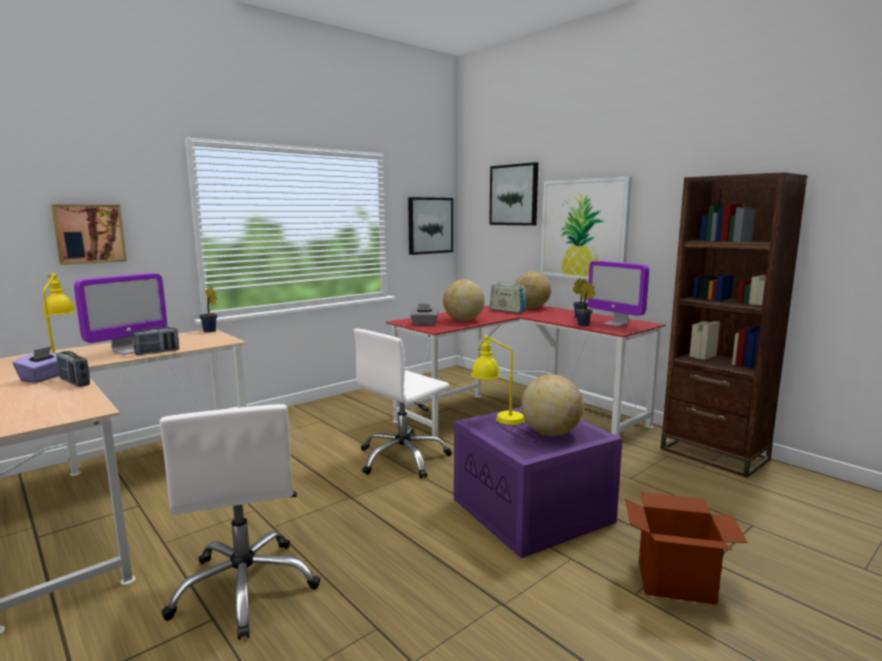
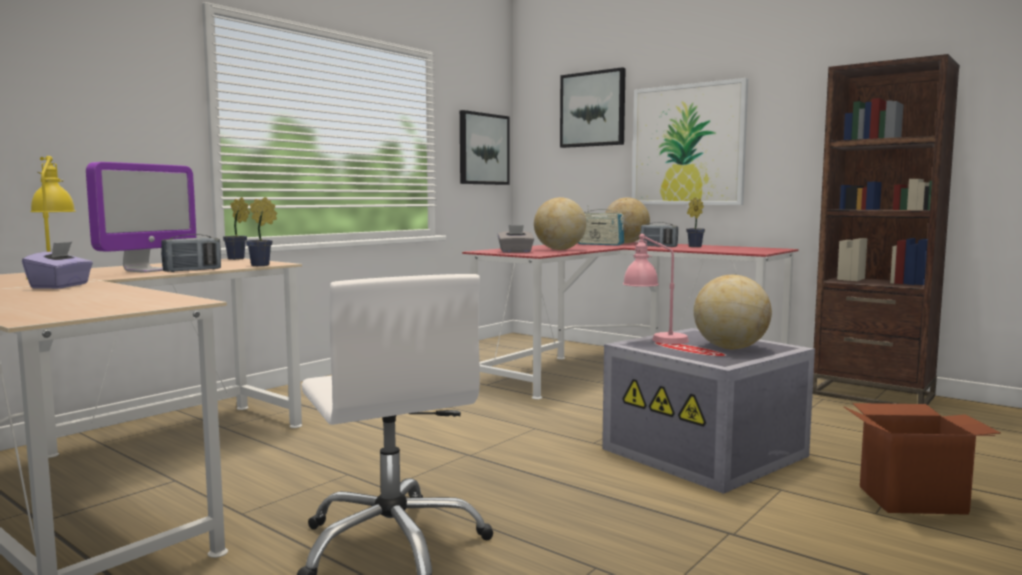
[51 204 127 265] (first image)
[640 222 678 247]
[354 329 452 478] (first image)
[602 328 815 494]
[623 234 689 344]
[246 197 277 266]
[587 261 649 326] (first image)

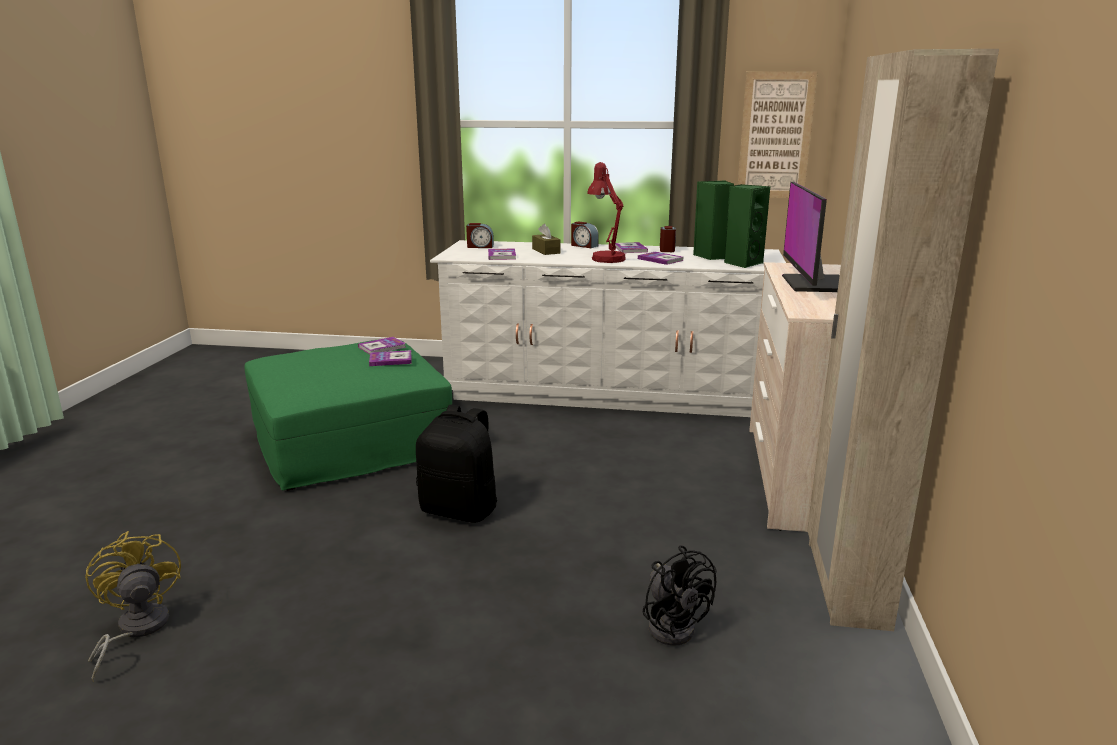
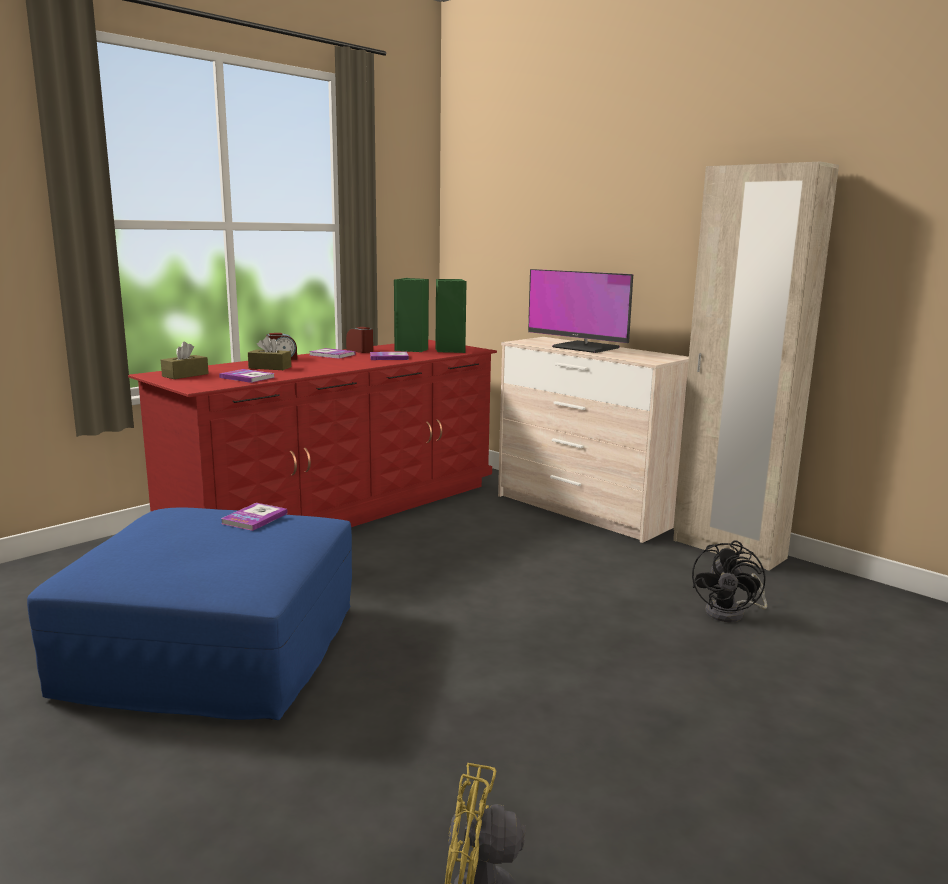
[27 507 352 720]
[358 337 406 354] (first image)
[416 405 497 523] (first image)
[128 340 497 527]
[161 342 209 379]
[587 162 626 263] (first image)
[692 541 767 622]
[738 72 817 198] (first image)

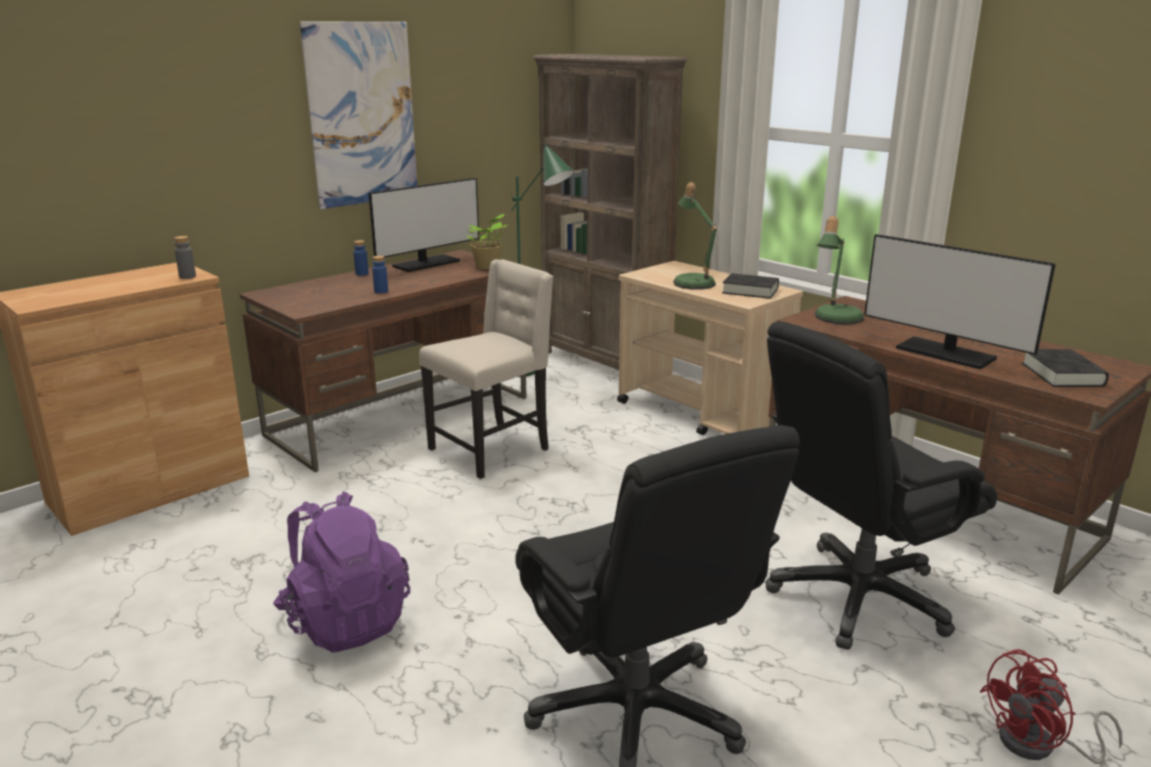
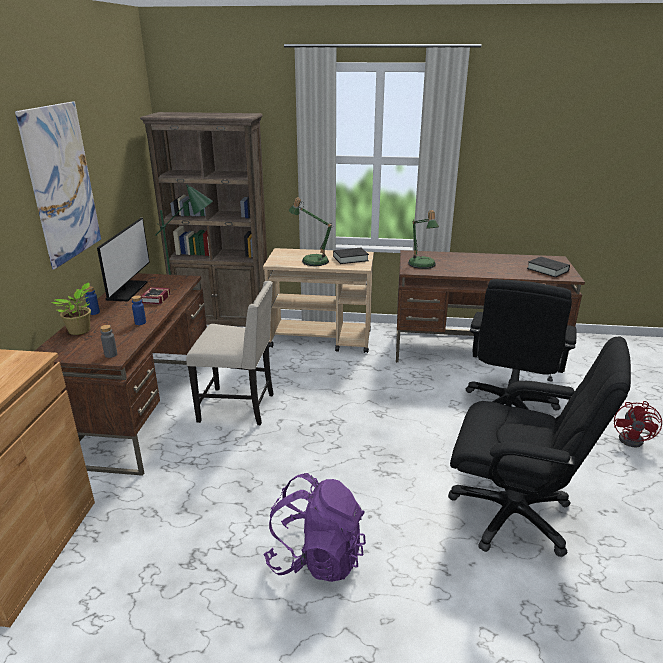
[100 325 117 358]
[186 281 273 425]
[50 282 91 335]
[864 234 1056 370] (first image)
[141 287 170 305]

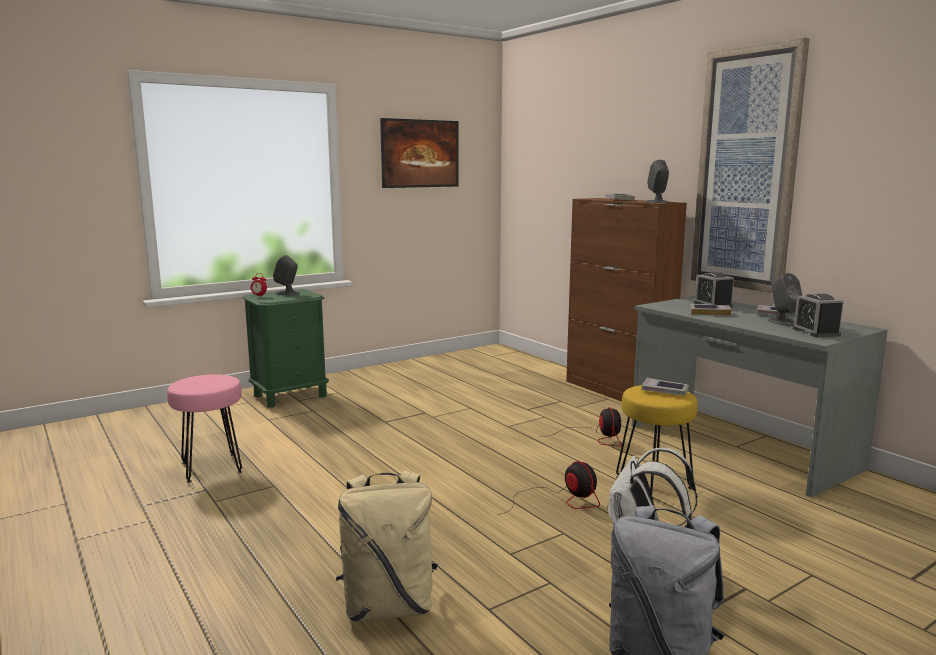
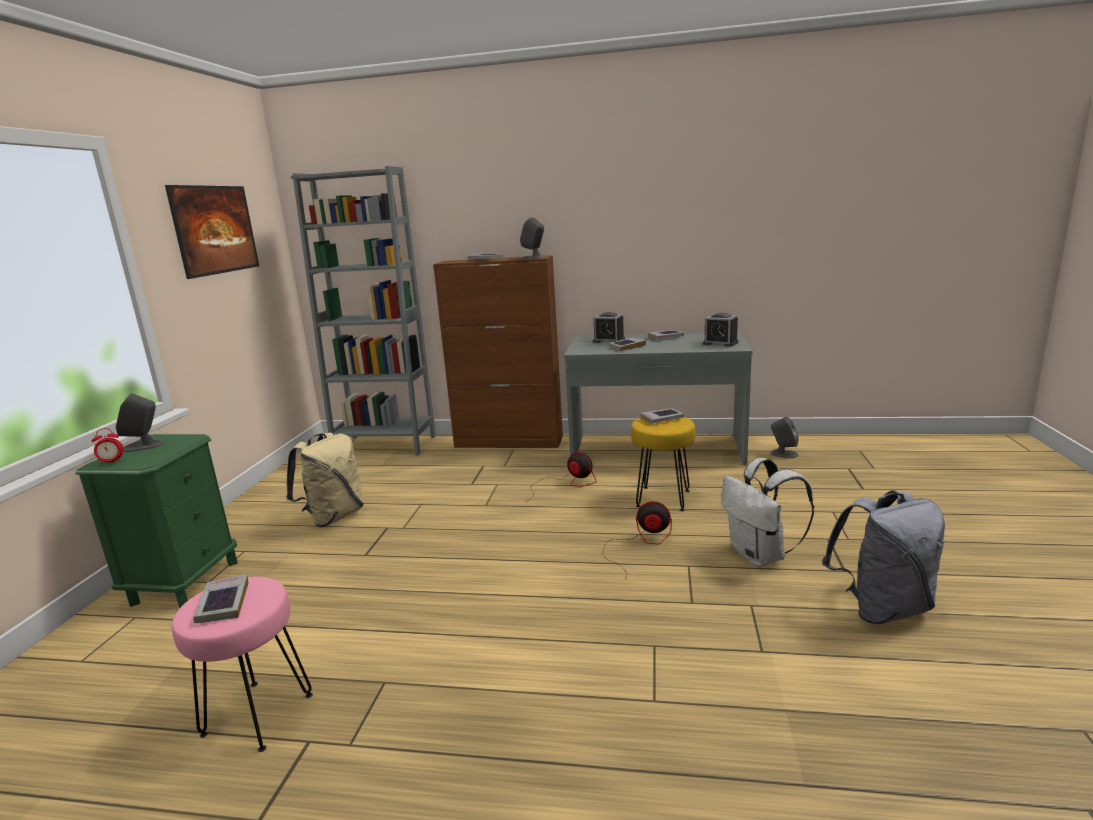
[286 433 364 528]
[691 38 810 293] (first image)
[770 417 798 458]
[193 574 248 623]
[291 166 436 456]

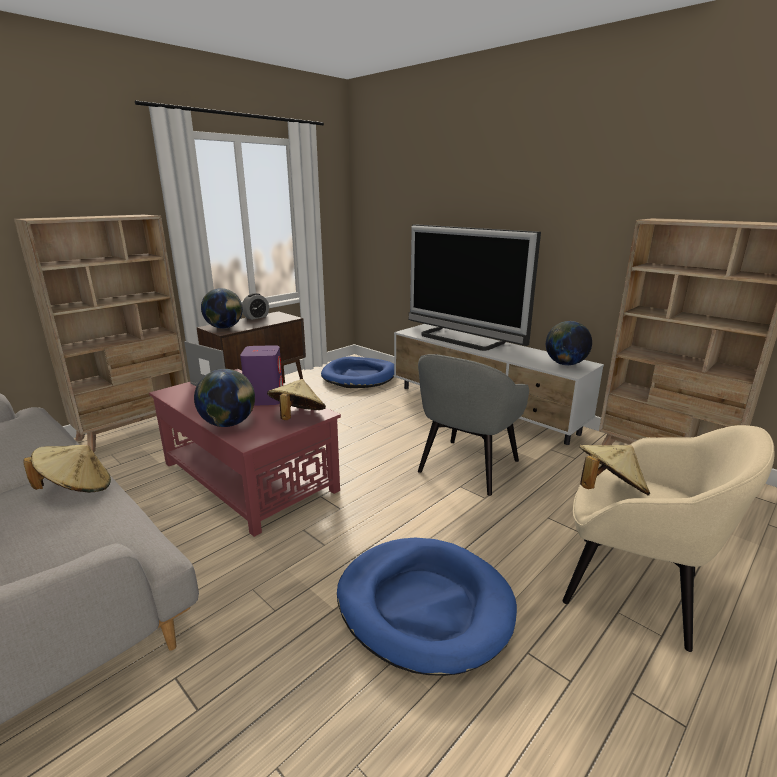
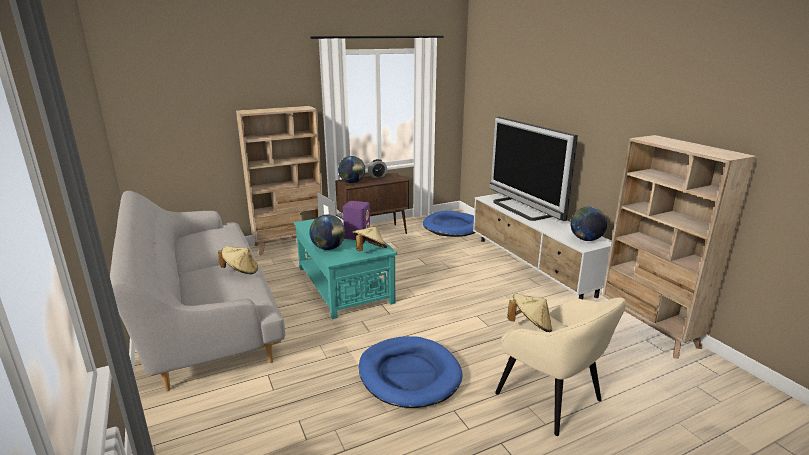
[294 219 397 319]
[418 354 529 496] (first image)

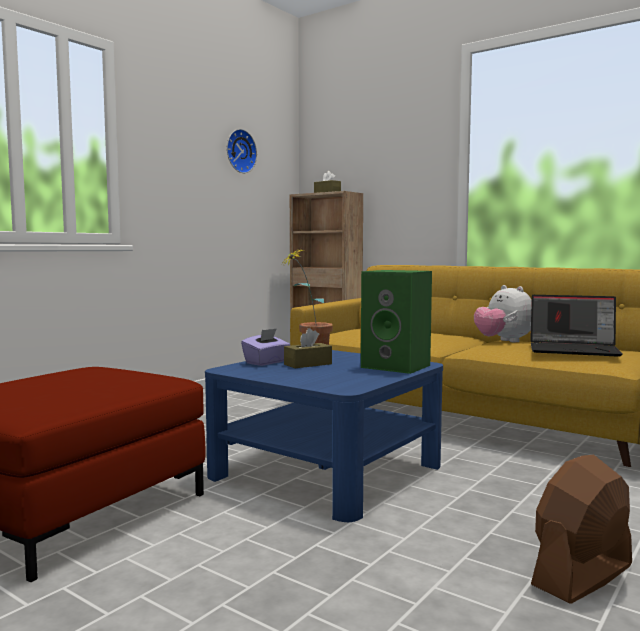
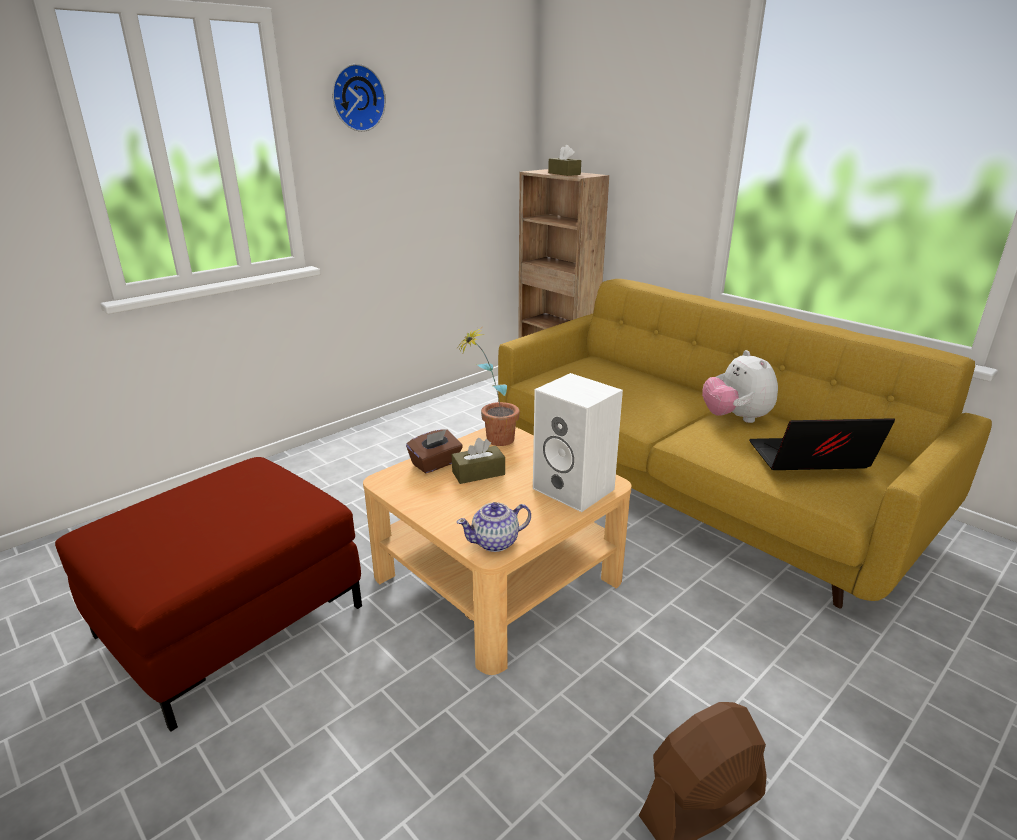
[363 427 632 675]
[332 64 386 132]
[406 429 463 474]
[533 373 623 512]
[749 418 895 470]
[457 502 531 552]

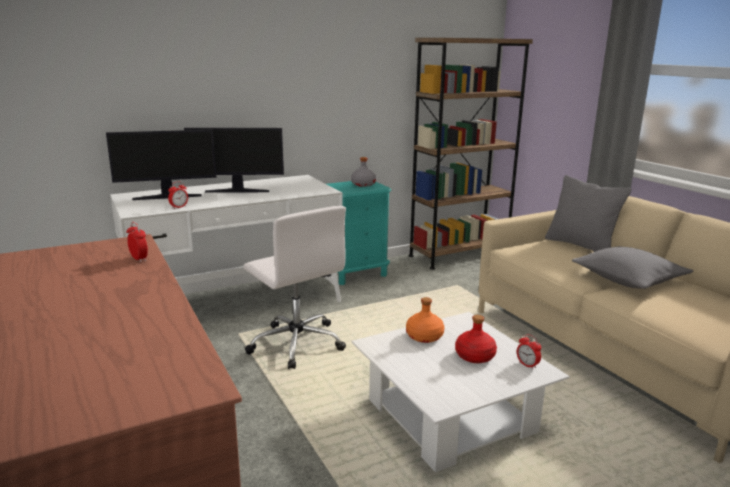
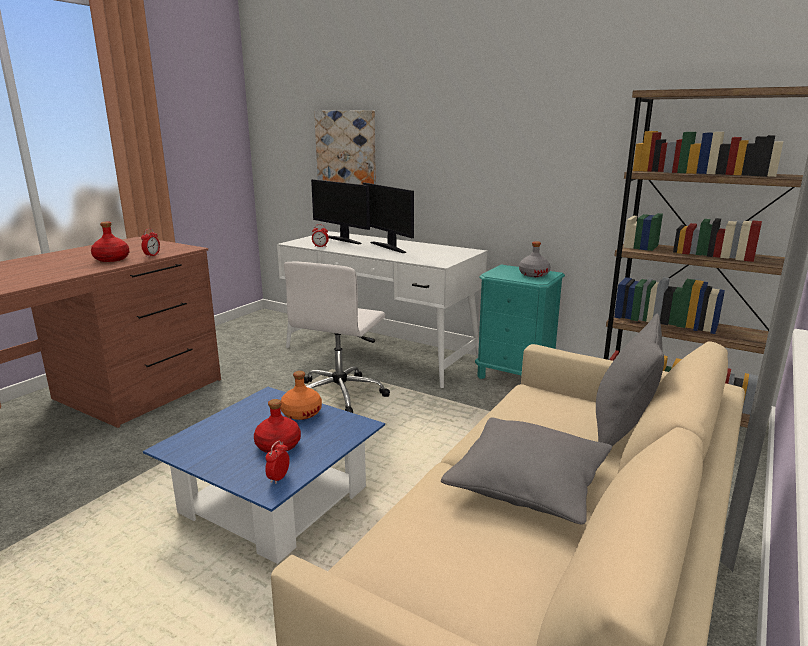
[143 387 385 564]
[91 222 129 262]
[314 110 376 185]

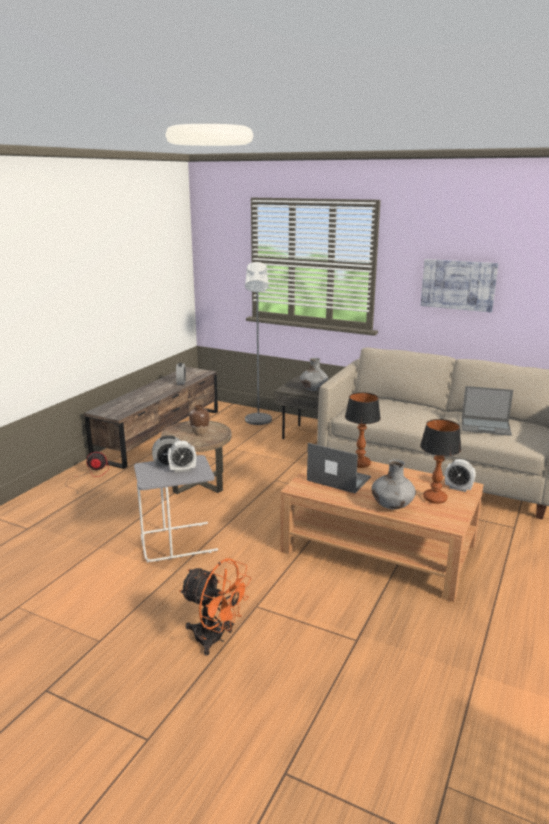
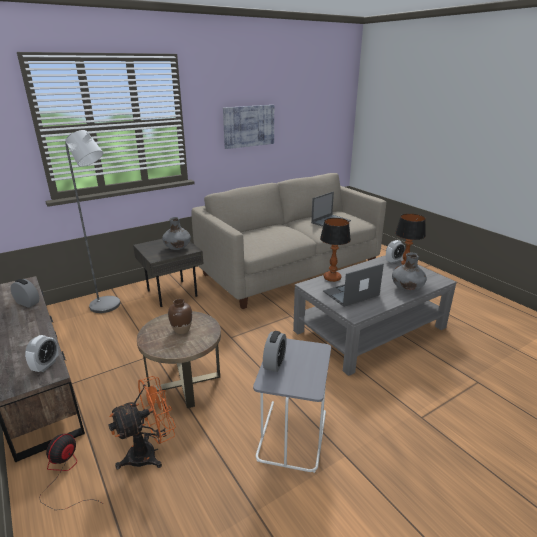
[25 335 59 372]
[108 376 176 469]
[293 255 457 376]

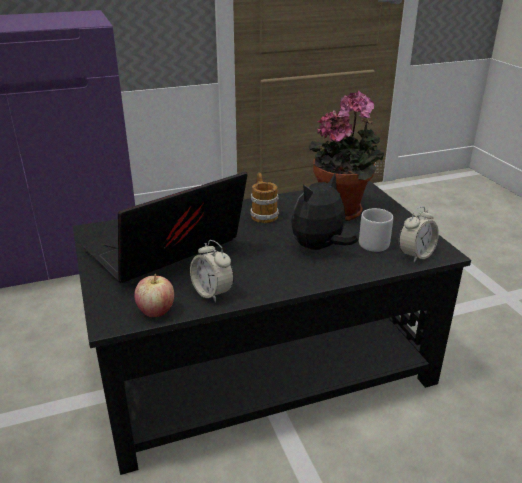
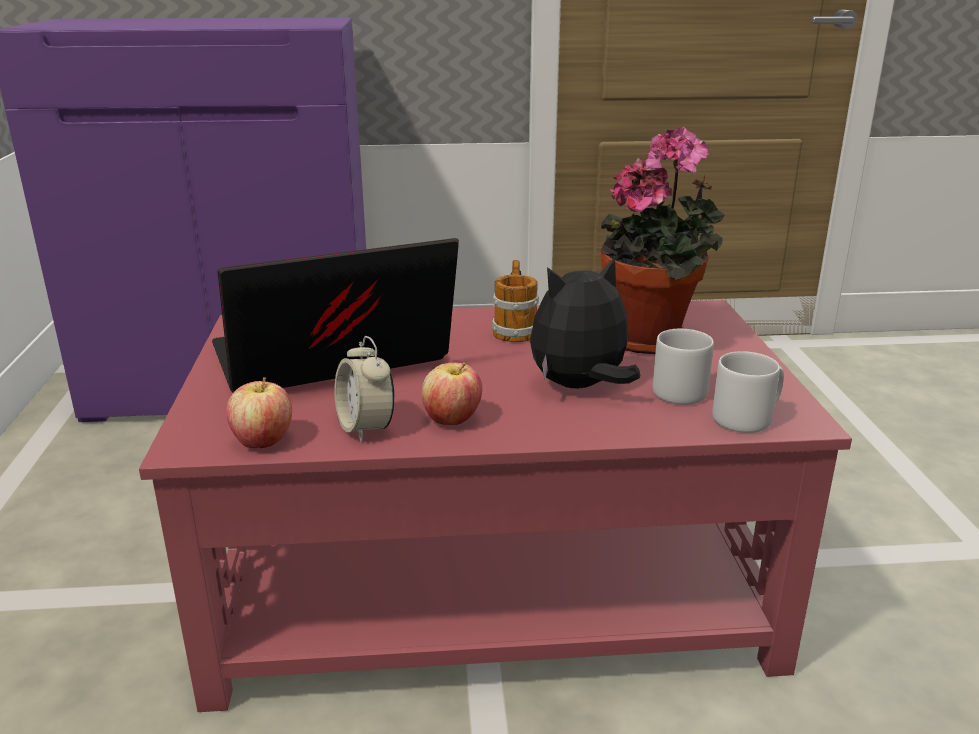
[139 300 852 712]
[712 351 784 433]
[422 362 482 425]

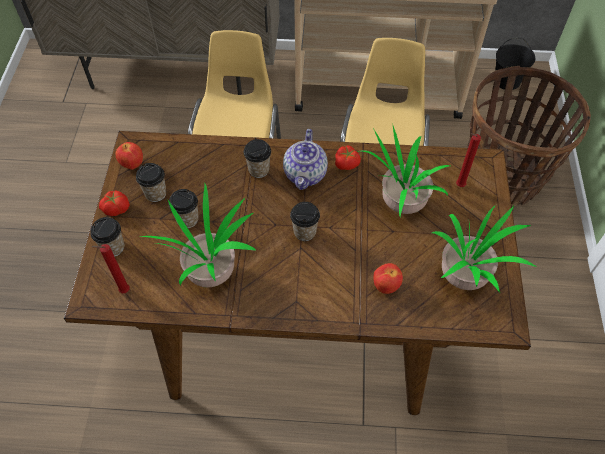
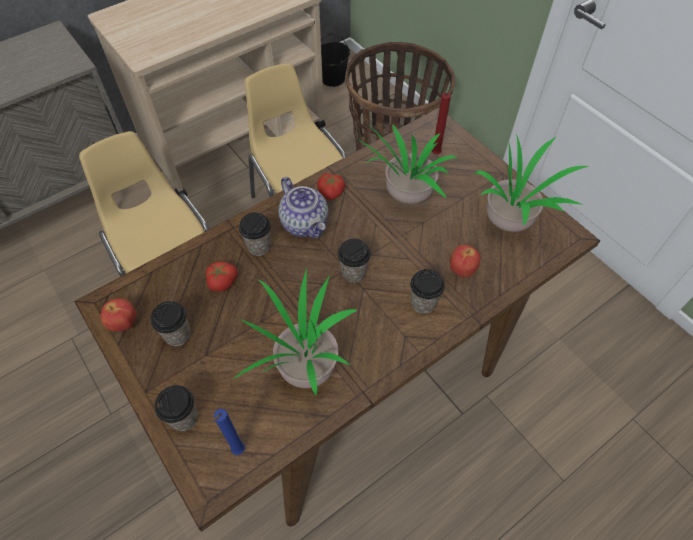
[210 409 245 455]
[206 262 238 292]
[410 269 445 314]

